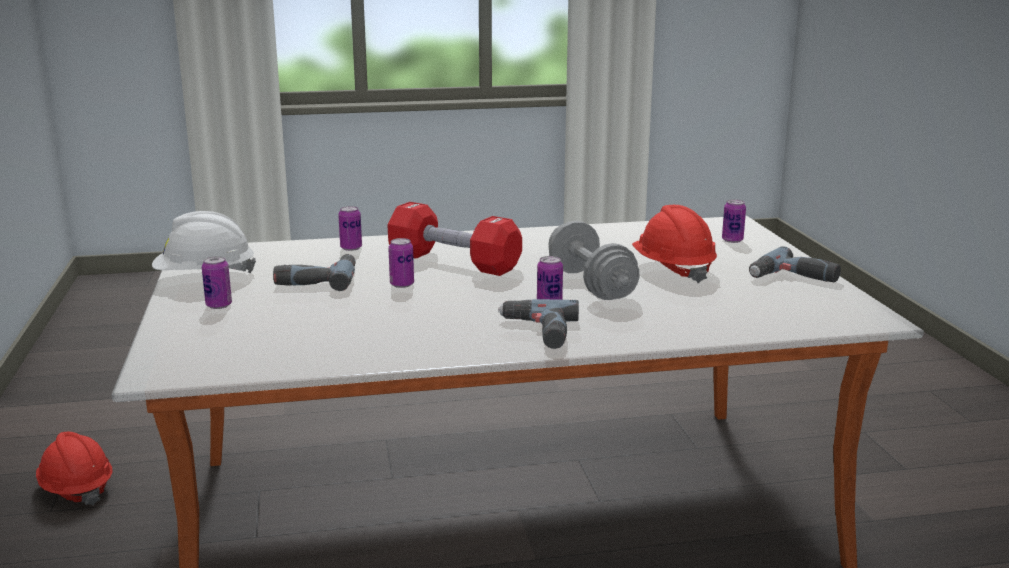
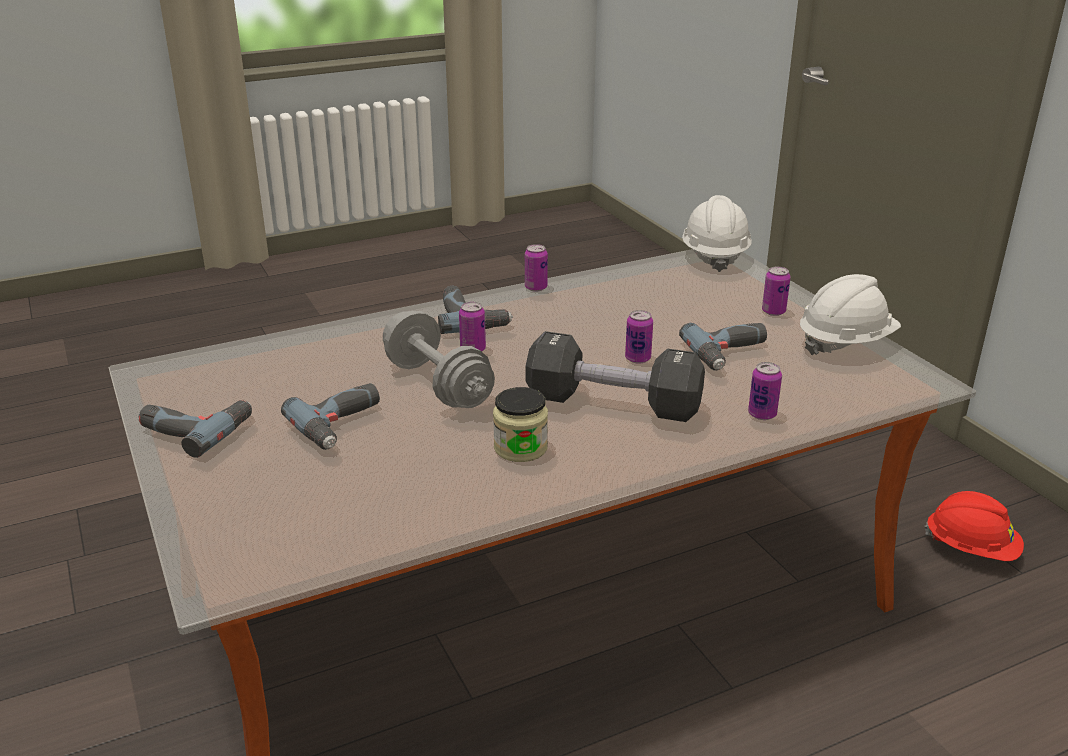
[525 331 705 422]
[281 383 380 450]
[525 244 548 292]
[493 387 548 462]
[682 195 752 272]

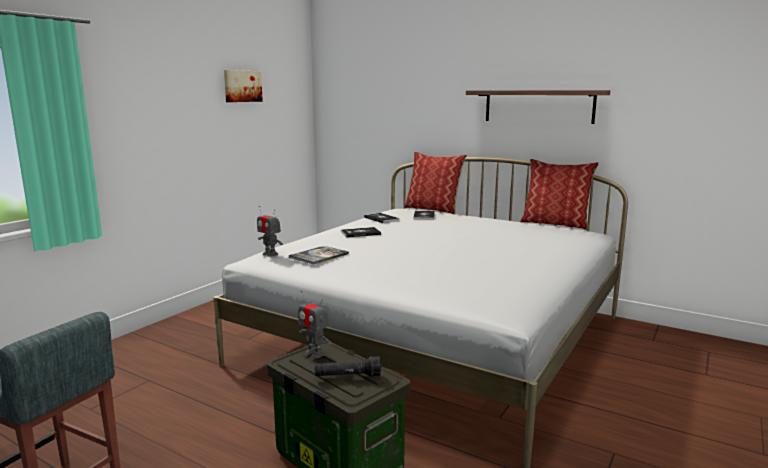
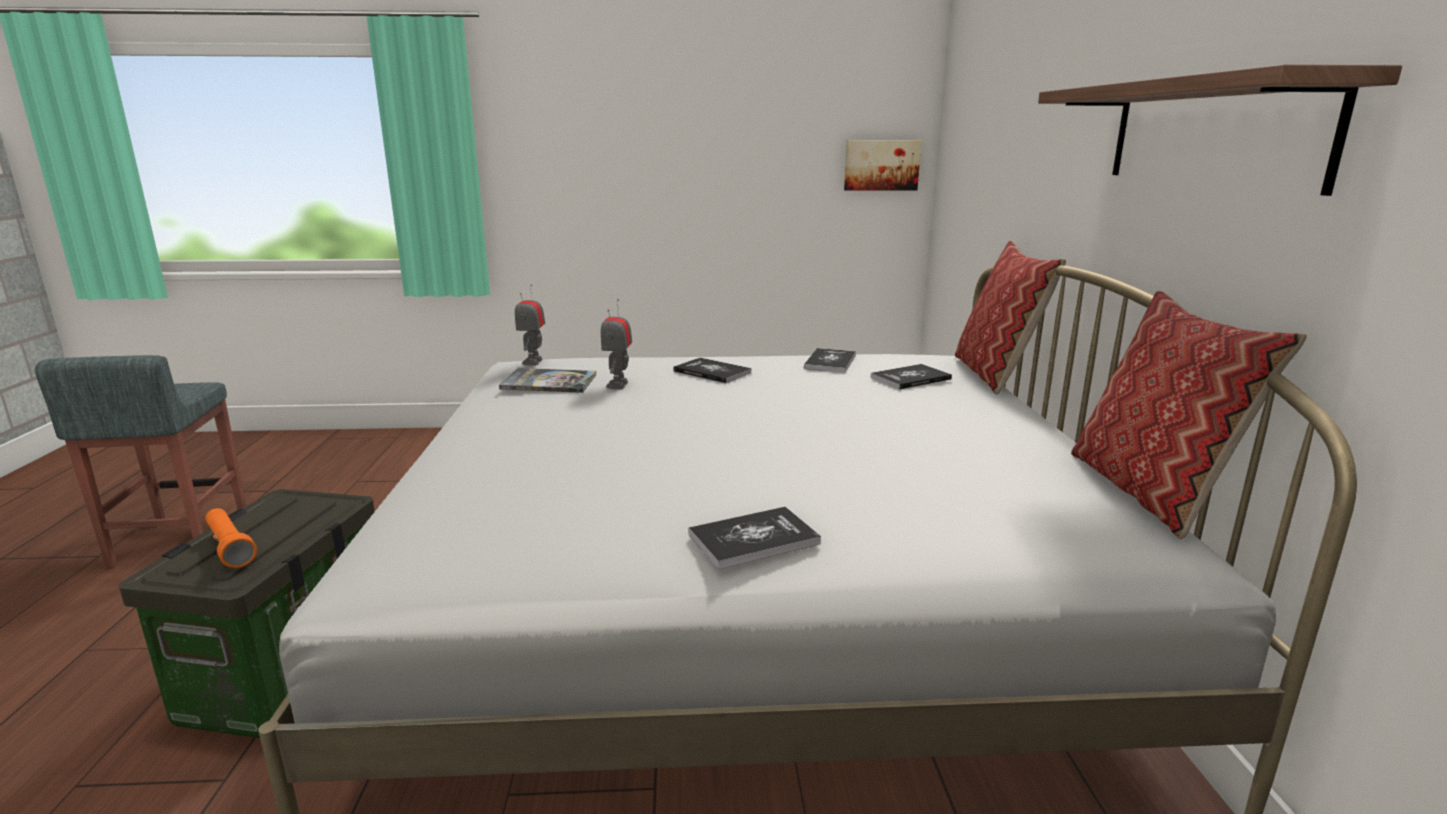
[844 140 921 191]
[601 299 632 389]
[205 508 257 568]
[688 507 821 569]

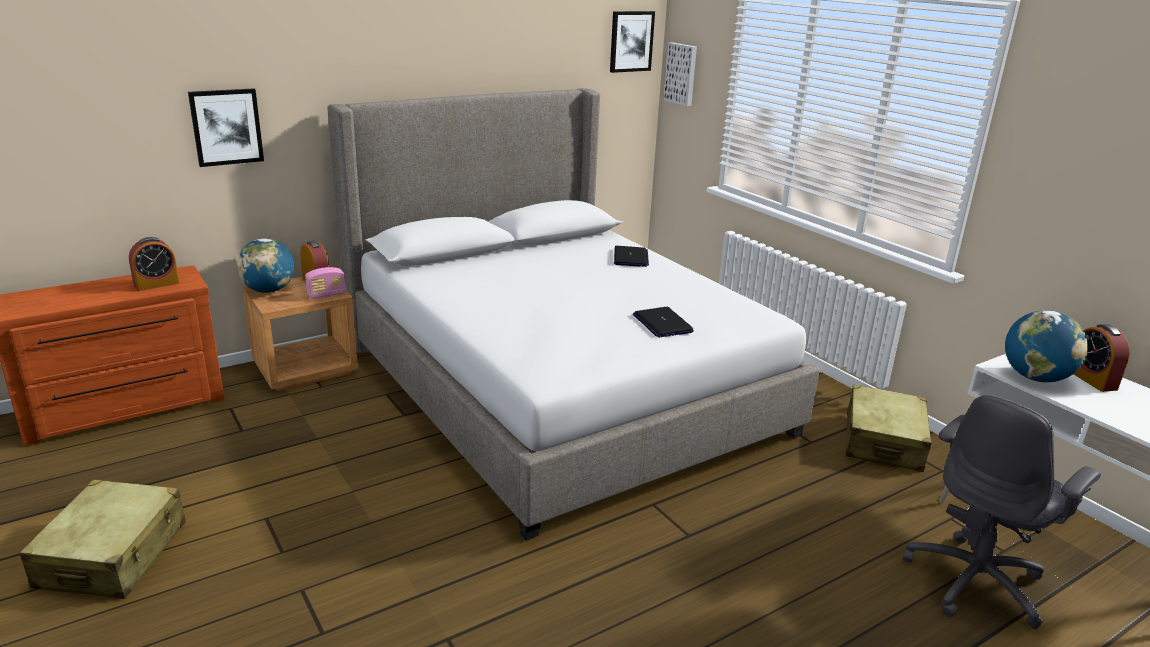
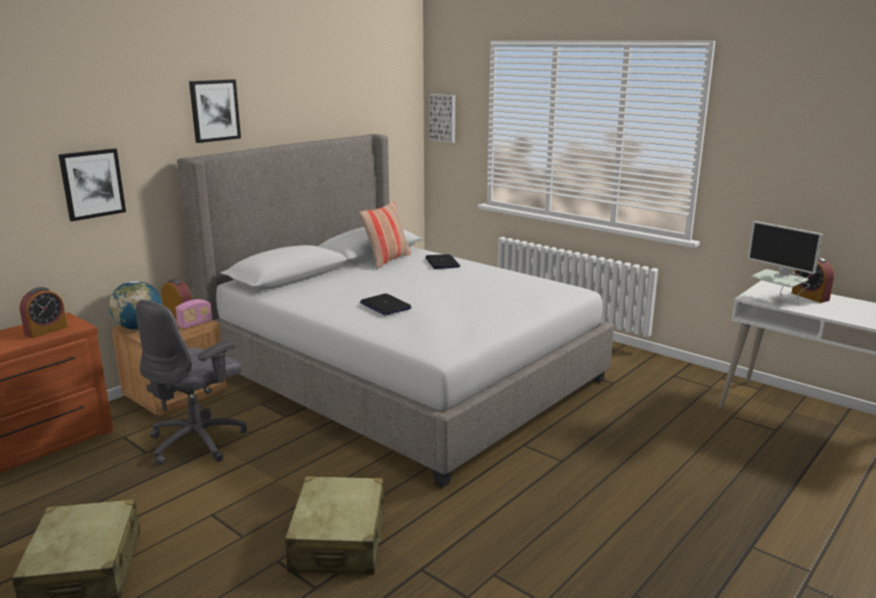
[189 79 241 143]
[360 293 412 316]
[285 476 384 575]
[136 300 247 465]
[747 221 823 306]
[359 201 411 269]

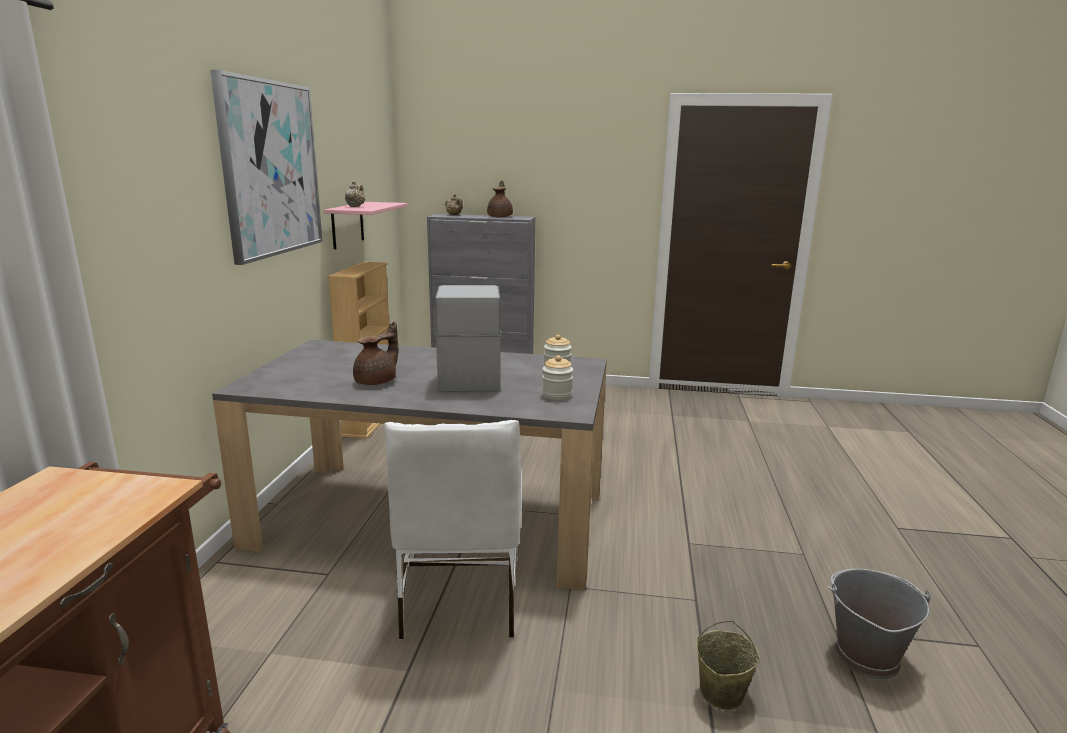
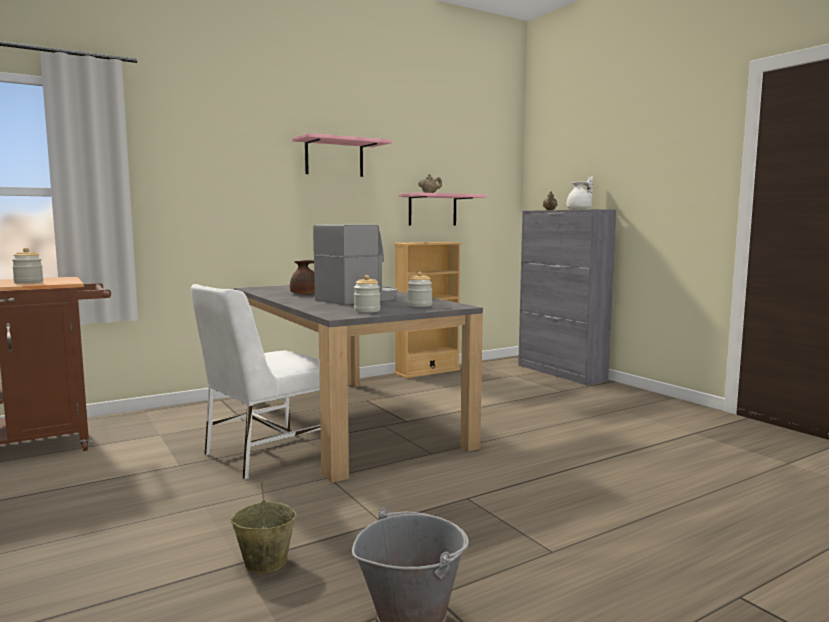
[292 133 392 177]
[567 176 593 210]
[12 248 43 284]

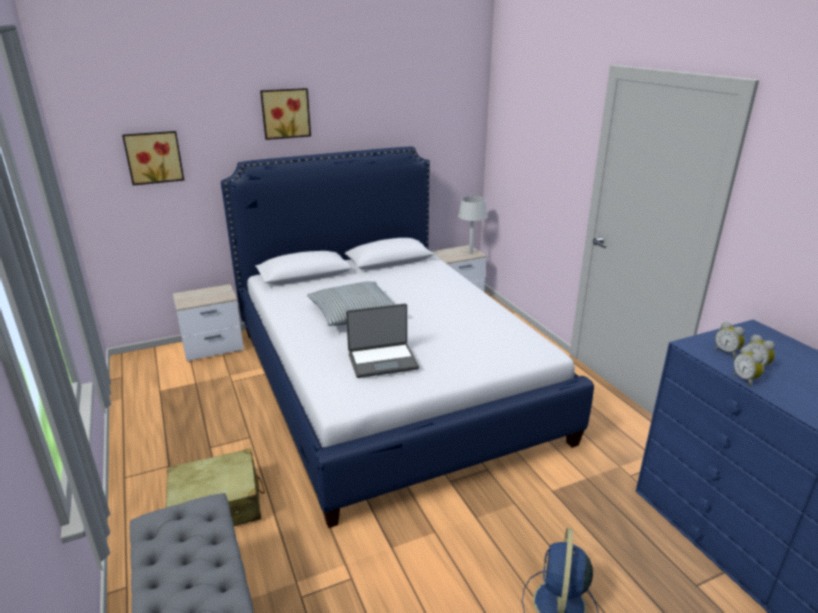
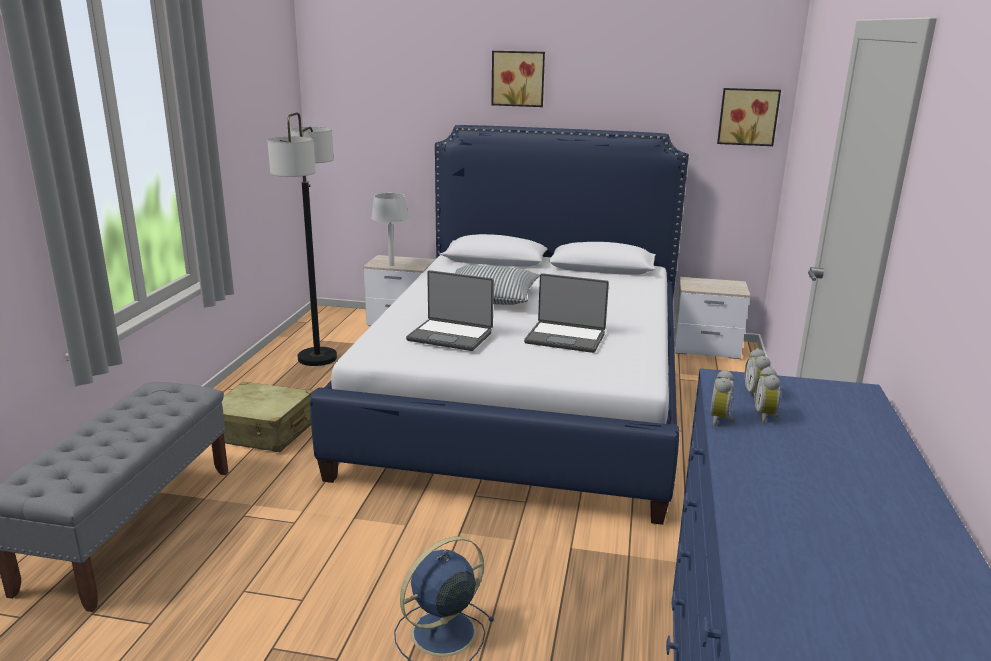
[717 88 781 146]
[371 193 409 266]
[267 112 337 366]
[524 273 609 353]

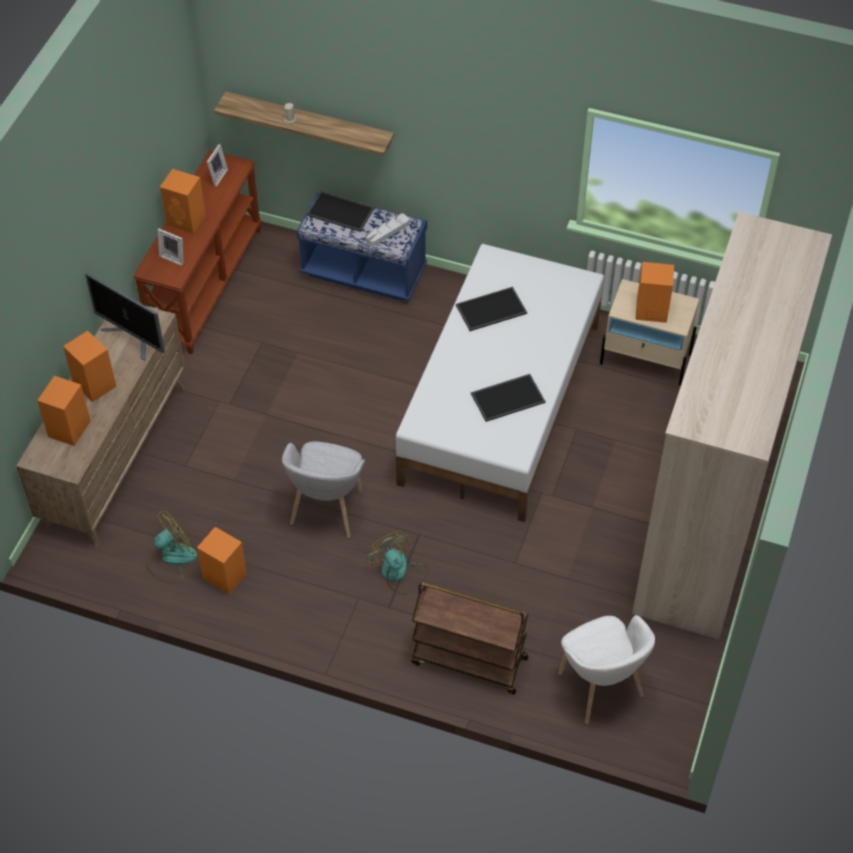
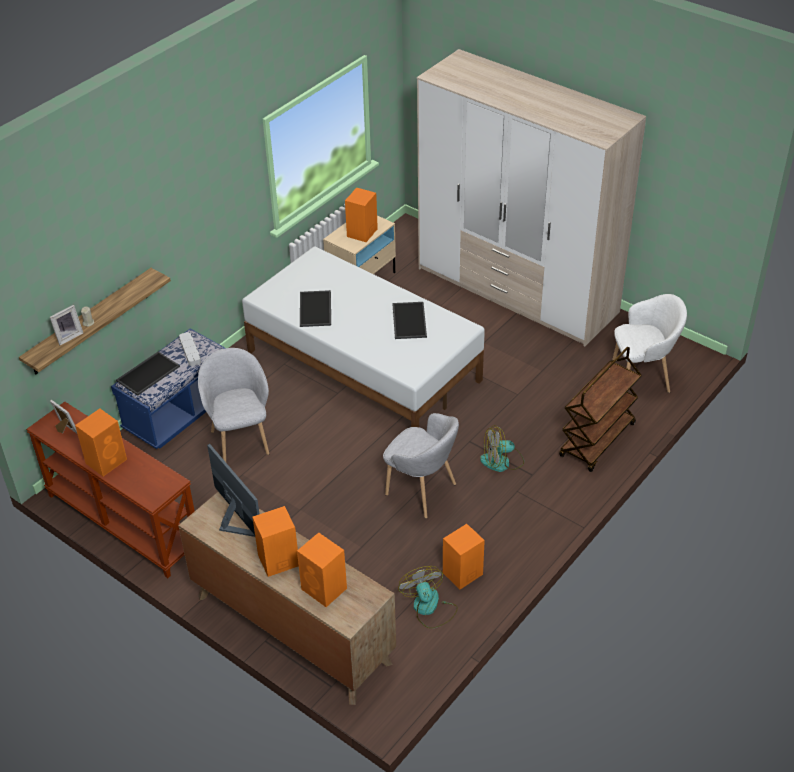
[207 444 259 537]
[50 305 83 345]
[198 348 269 462]

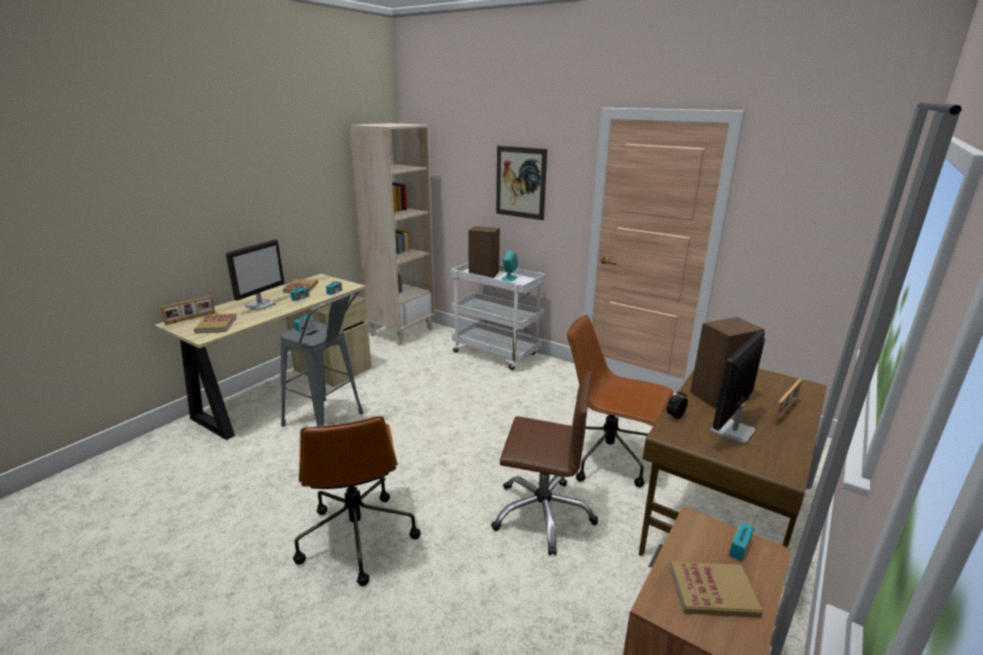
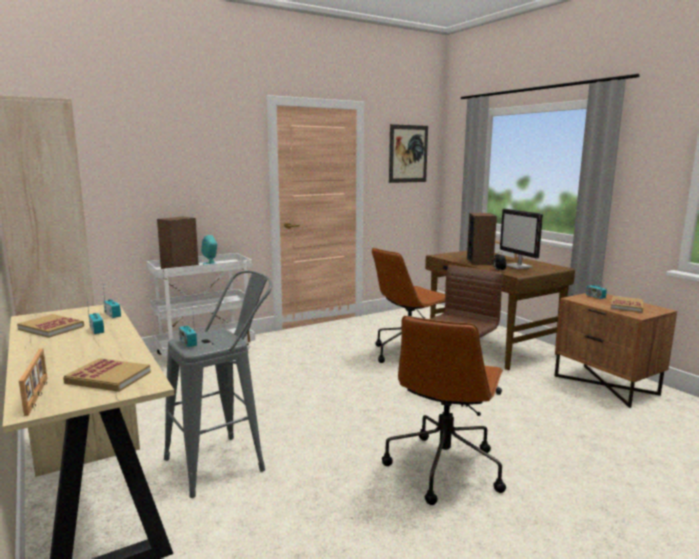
[226 239 284 310] (first image)
[382 316 506 505]
[389 124 428 183]

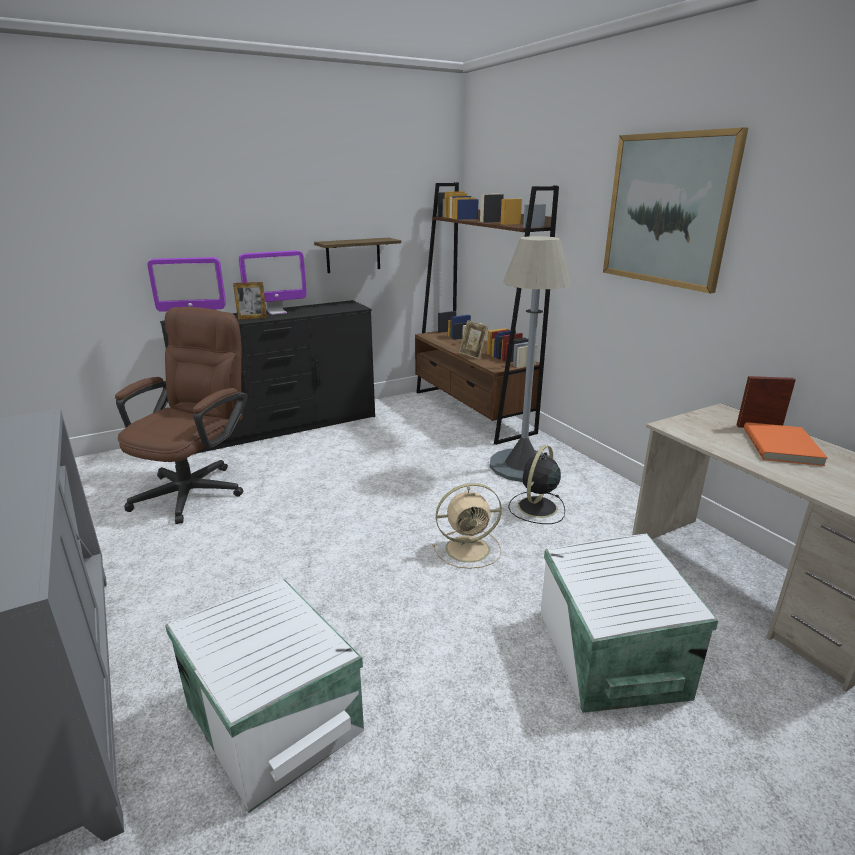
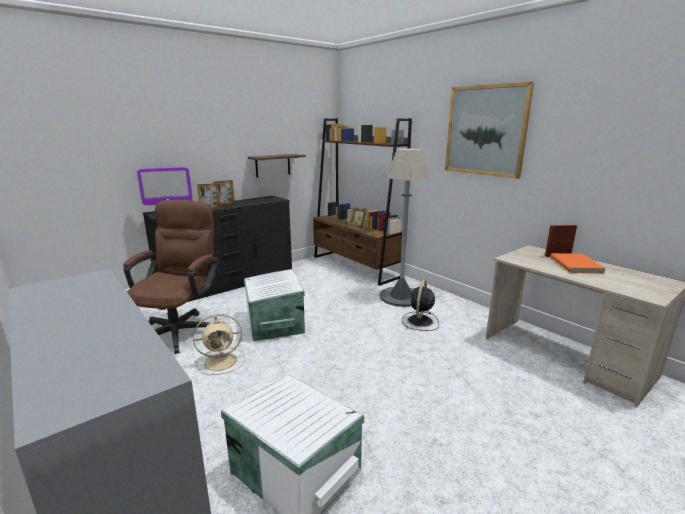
[214 180 235 205]
[193 314 245 375]
[244 269 305 341]

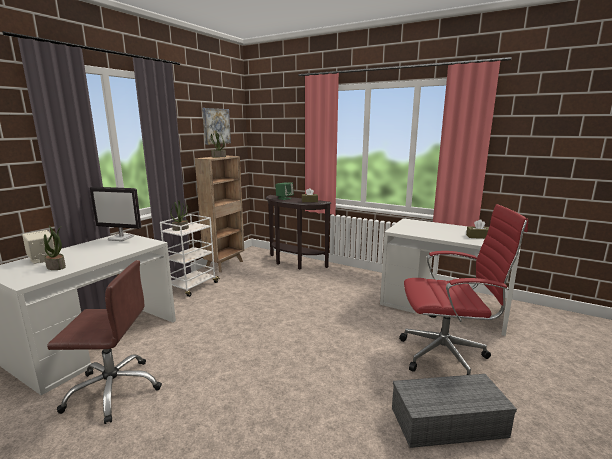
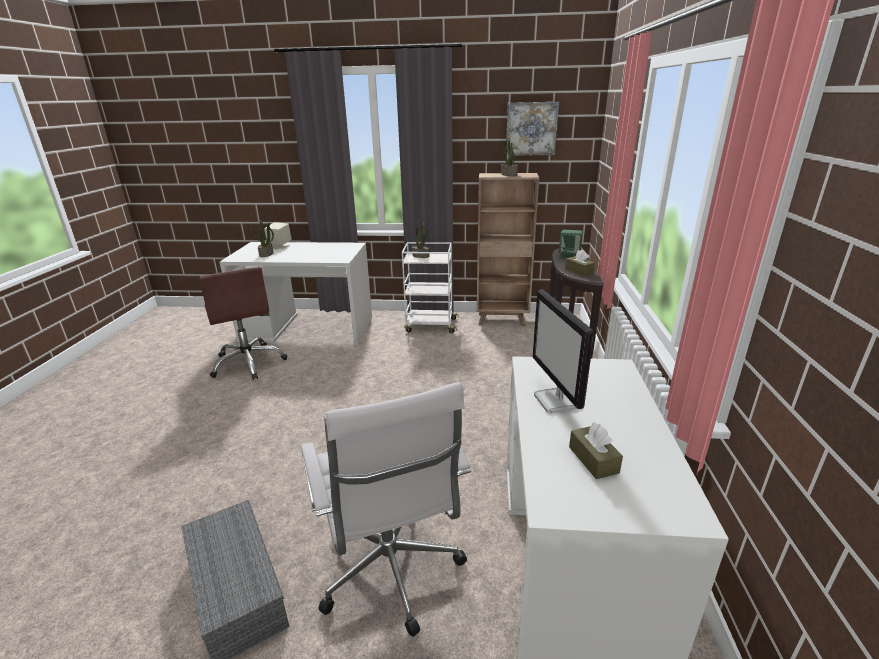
[532 289 594 413]
[301 382 471 637]

